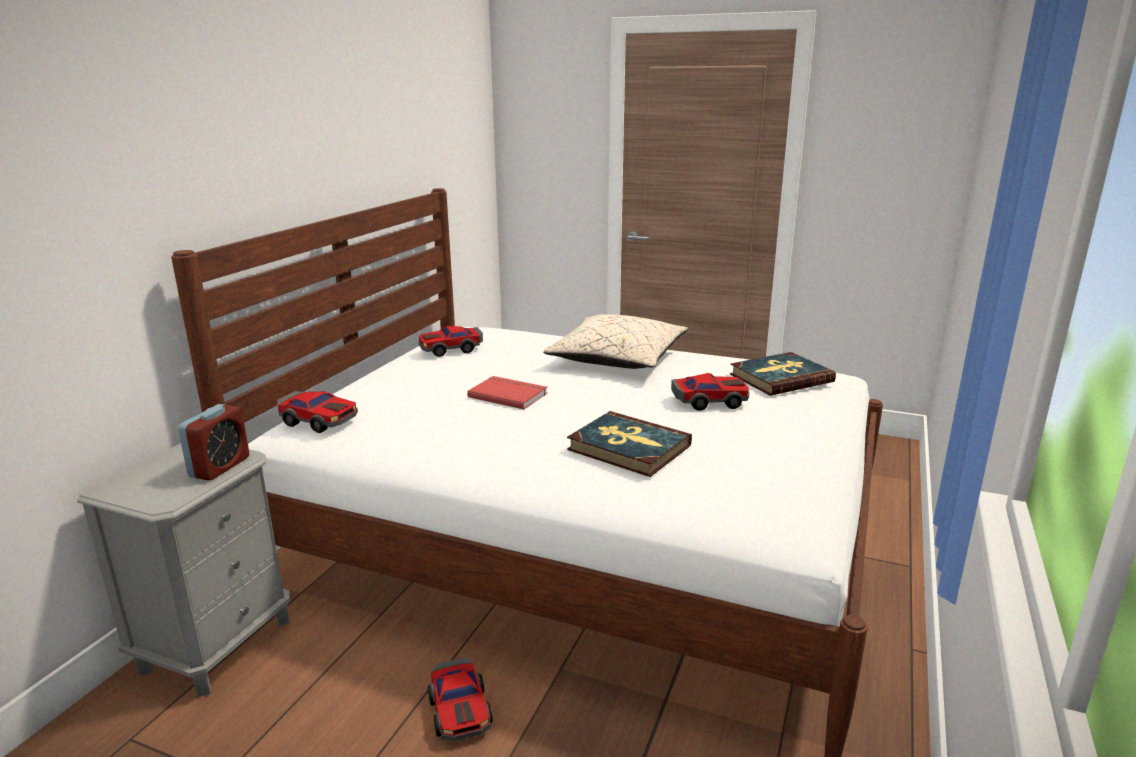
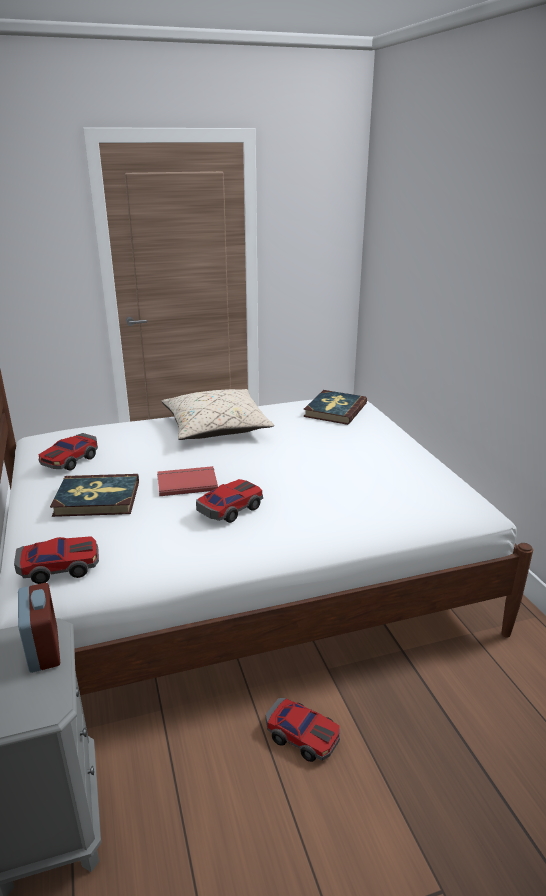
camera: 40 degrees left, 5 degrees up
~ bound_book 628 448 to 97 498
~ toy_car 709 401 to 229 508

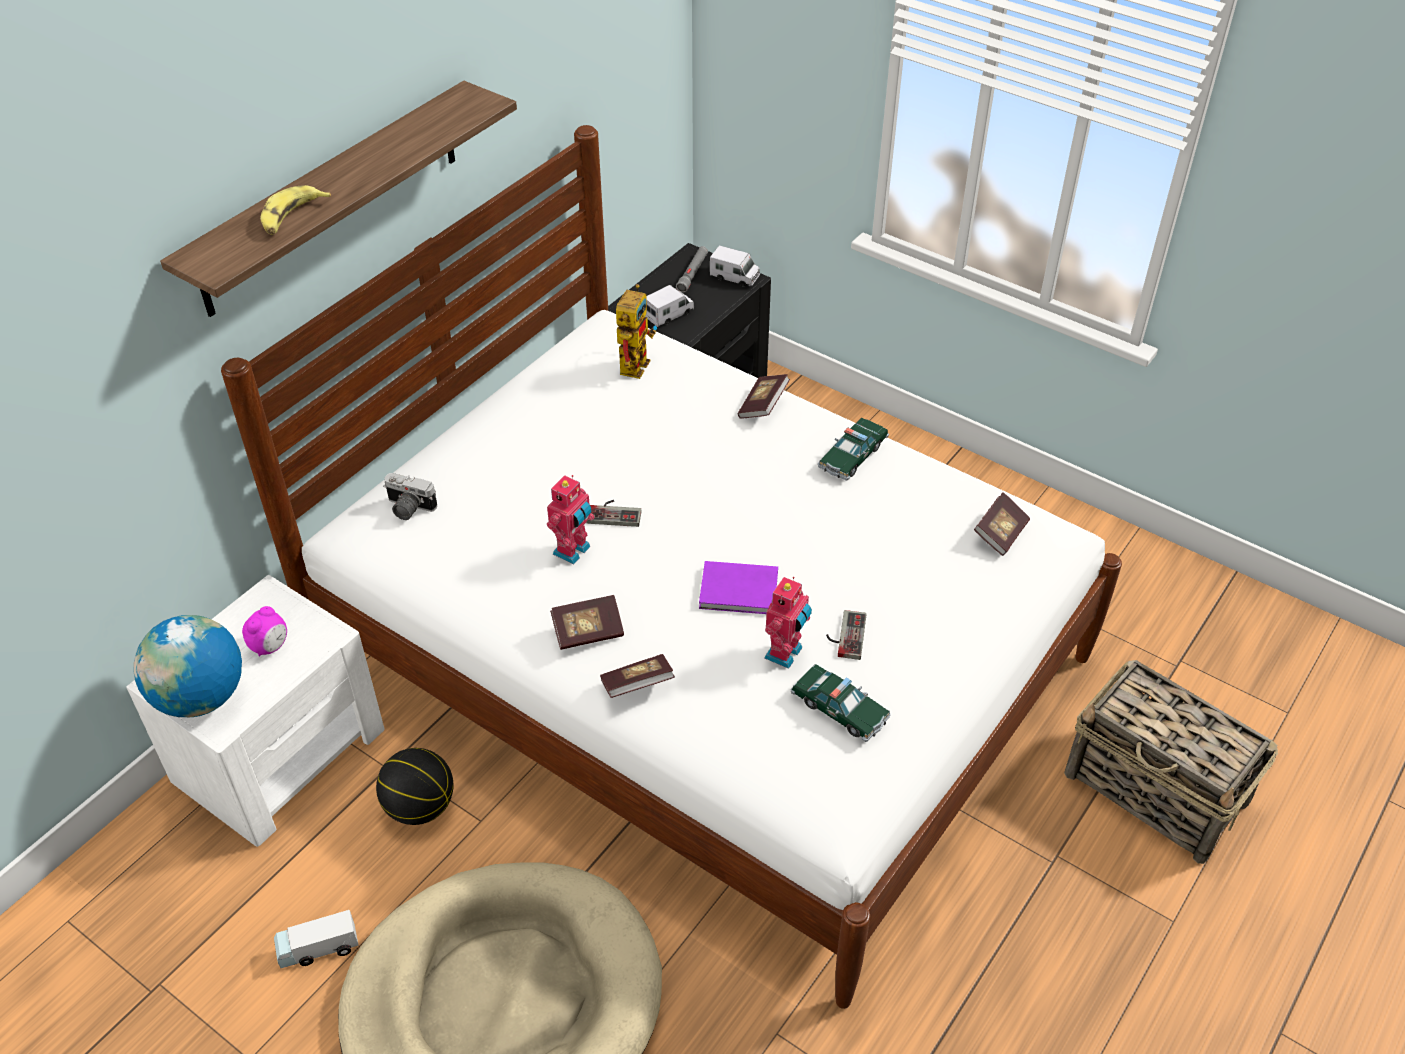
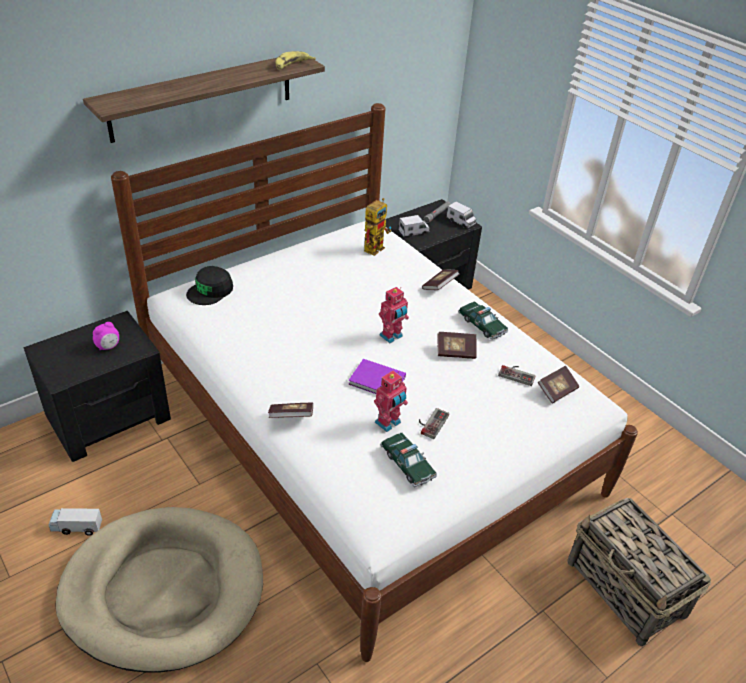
camera: 15 degrees right, 5 degrees down
- globe 200 697
- basketball_ball 420 806
~ banana 292 217 to 292 65
~ robot_figure 573 551 to 392 336
~ bound_book 588 632 to 455 352
~ gamepad 614 513 to 517 374
~ photo_camera 408 508 to blackish_baseball_cap 210 291
~ white_bedside_table 280 754 to blackish_bedside_table 109 416
~ toy_car 853 456 = 482 325 90 degrees counterclockwise

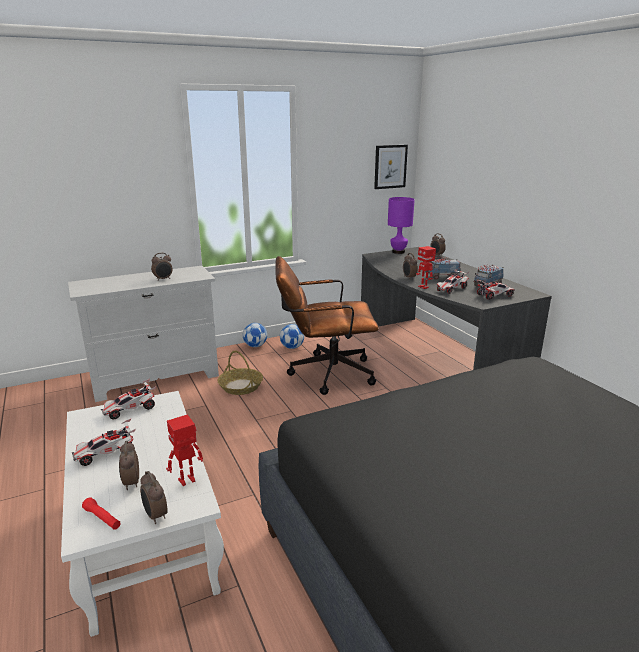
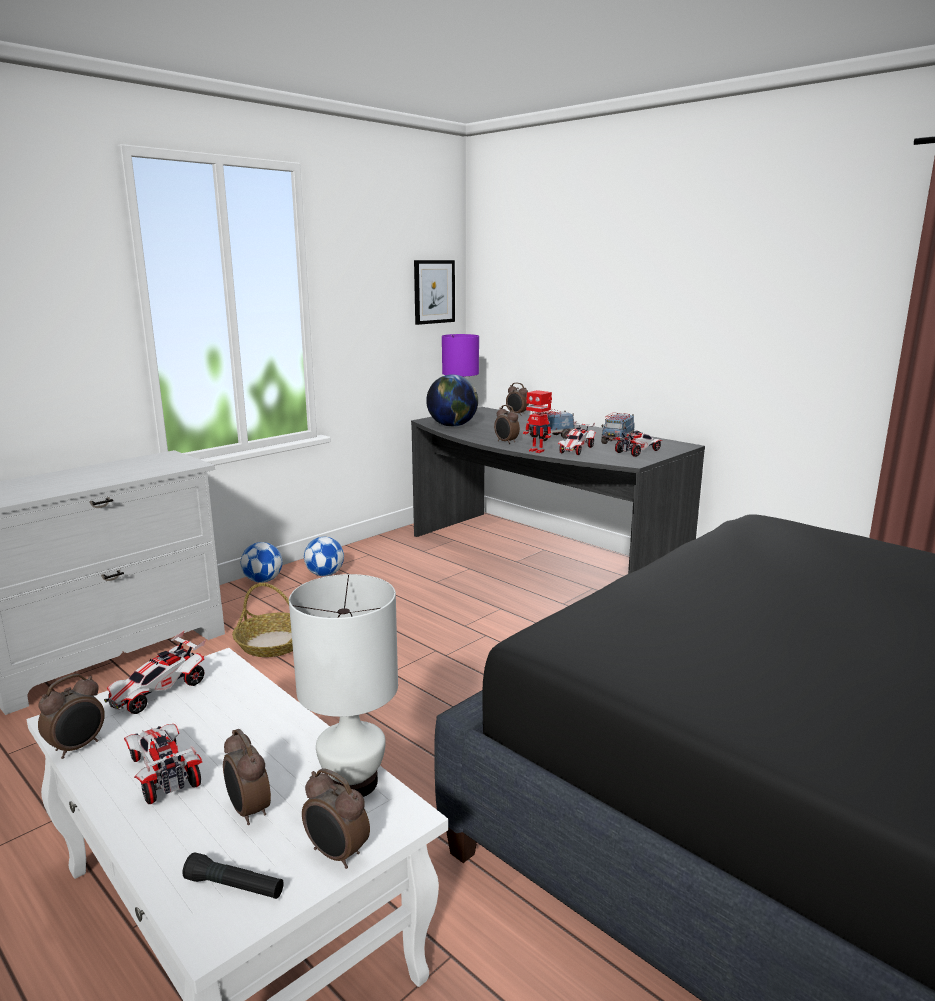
camera: 20 degrees left, 5 degrees down
- brown_office_chair 324 373
+ globe 452 426
~ table_clock 163 279 to 78 747
~ robot_figure 187 481 to white_lamp_for_a_table 353 783
~ red_hand_torch 102 518 to blackish_hand_torch 234 887
~ toy_car 106 454 = 163 773 105 degrees clockwise

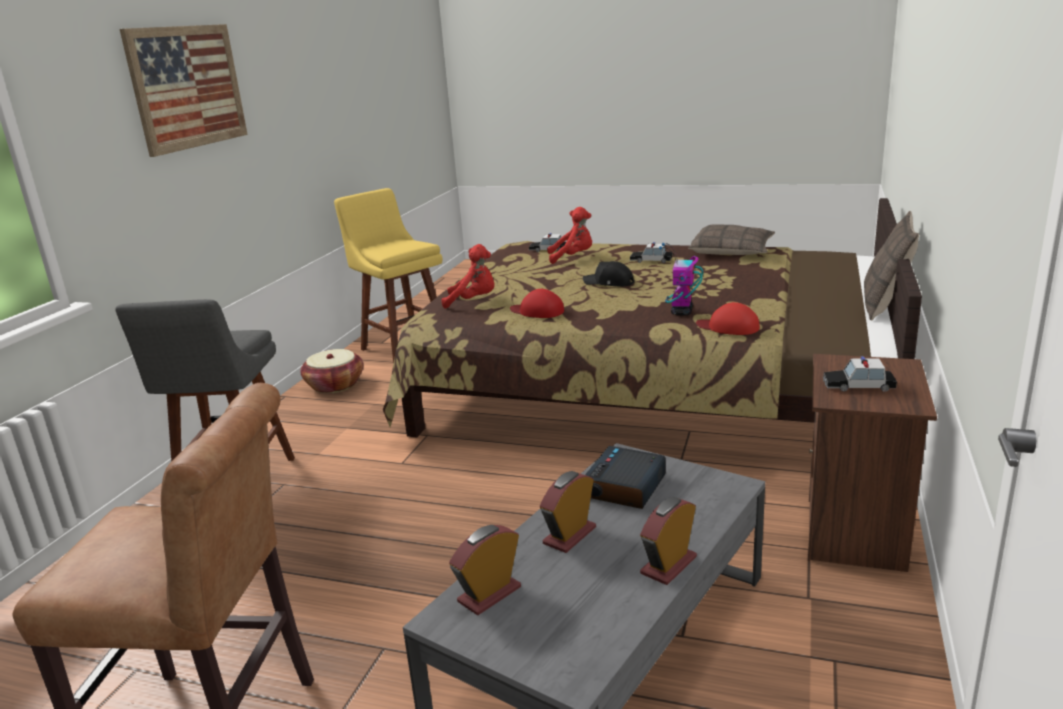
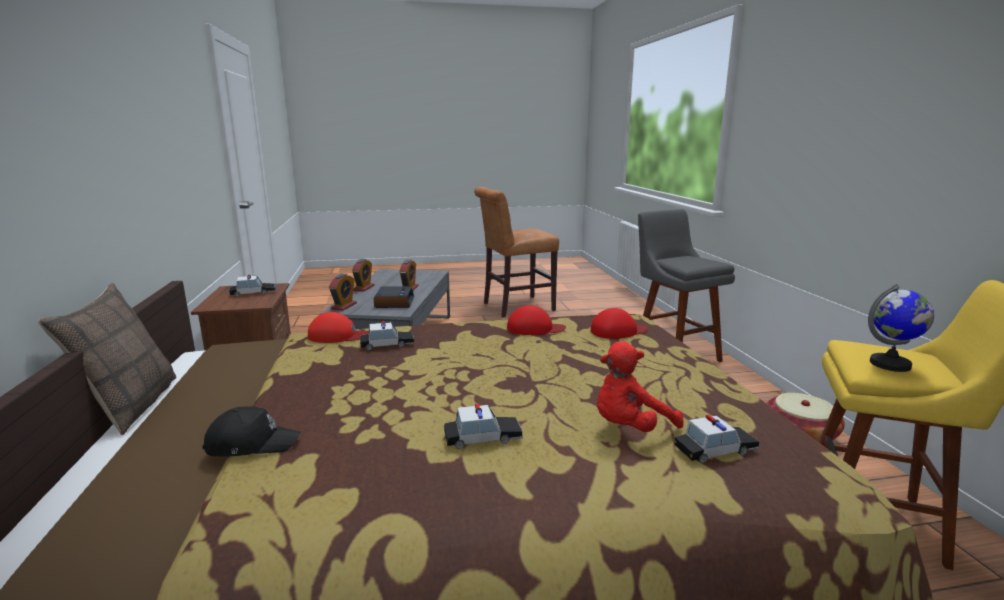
camera: 150 degrees right, 5 degrees down
- picture 188 87
- pillow 732 251
+ globe 890 364
~ table_clock 489 594 to 344 306
~ blackish_baseball_cap 609 283 to 252 444
~ red_cuddly_toy 473 301 to red_baseball_cap 618 331
~ robot_figure 682 312 to toy_car 387 344

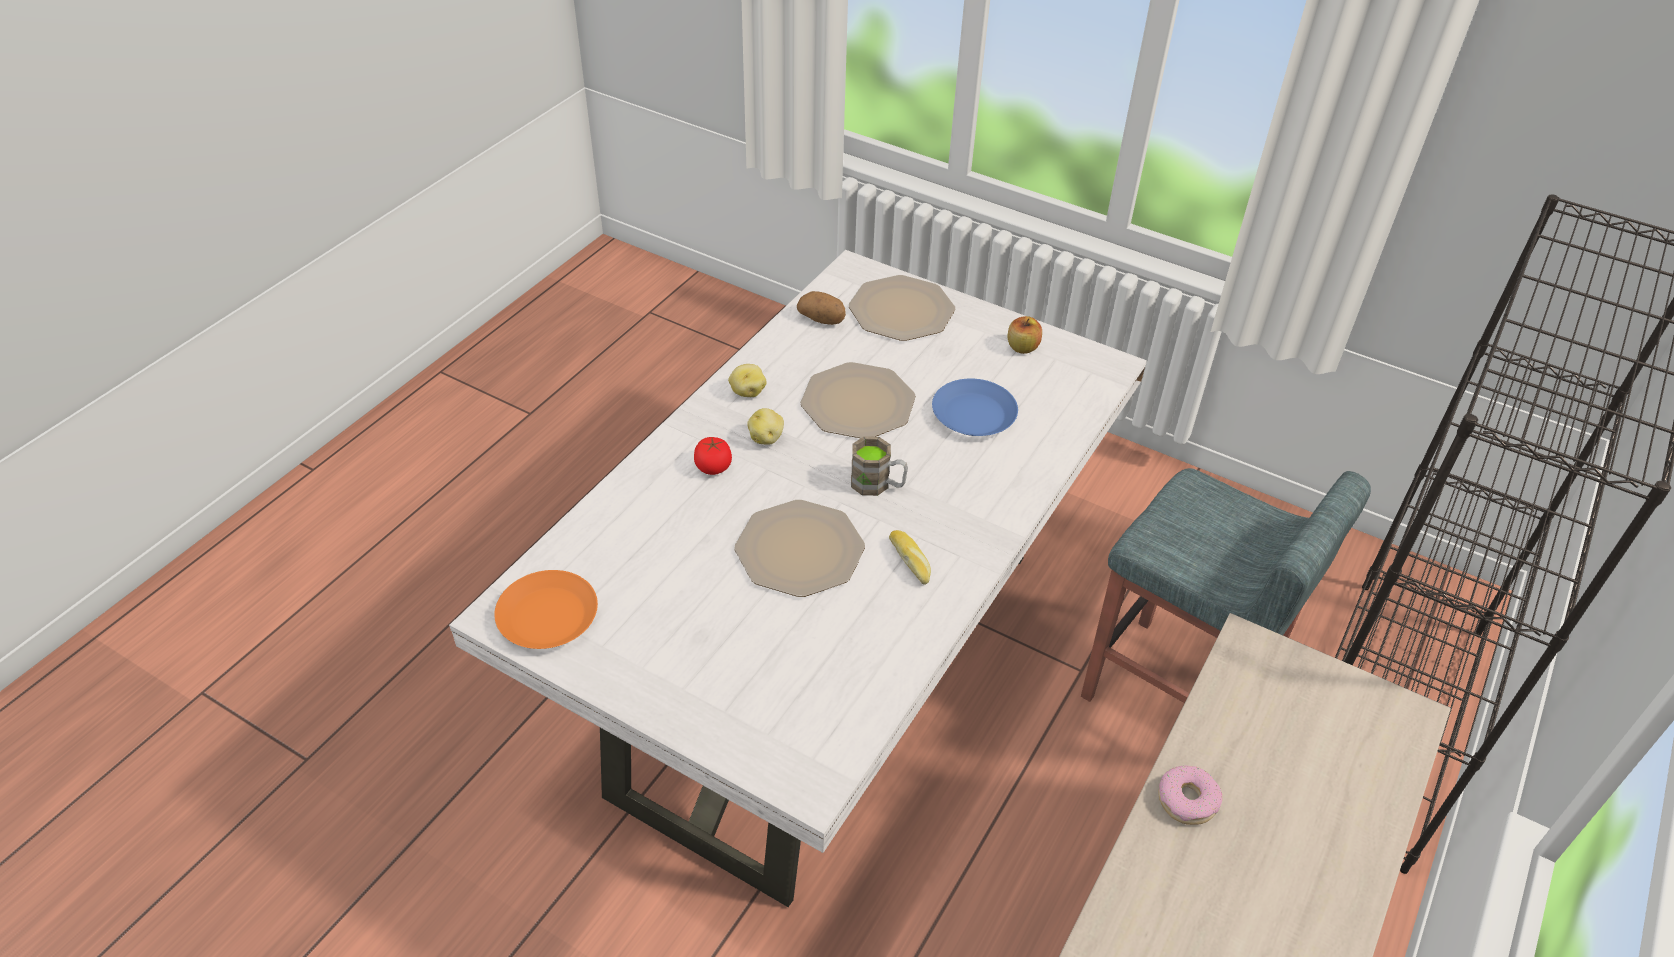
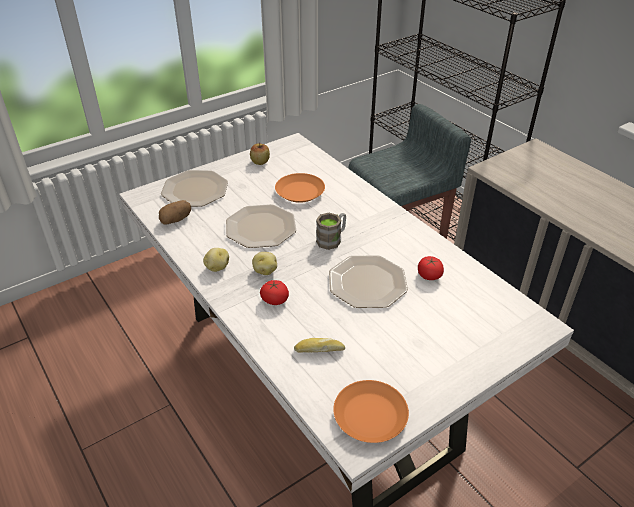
camera: 65 degrees left, 5 degrees down
- donut 1187 800
+ fresh_tomato 429 275
~ baked_bread 911 561 to 319 349
~ blue-coloured_flat_dish 973 414 to orange-coloured_flat_dish 299 192

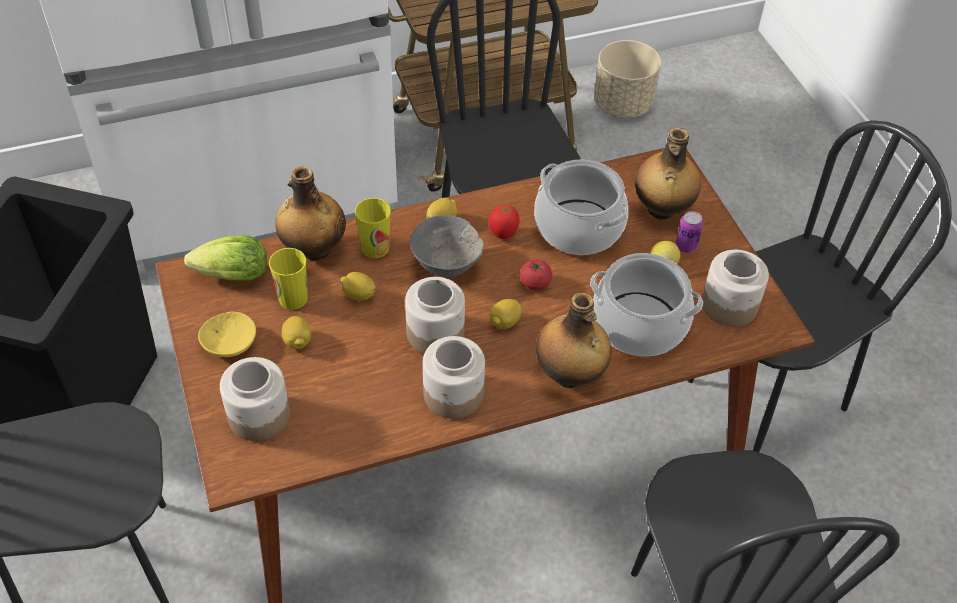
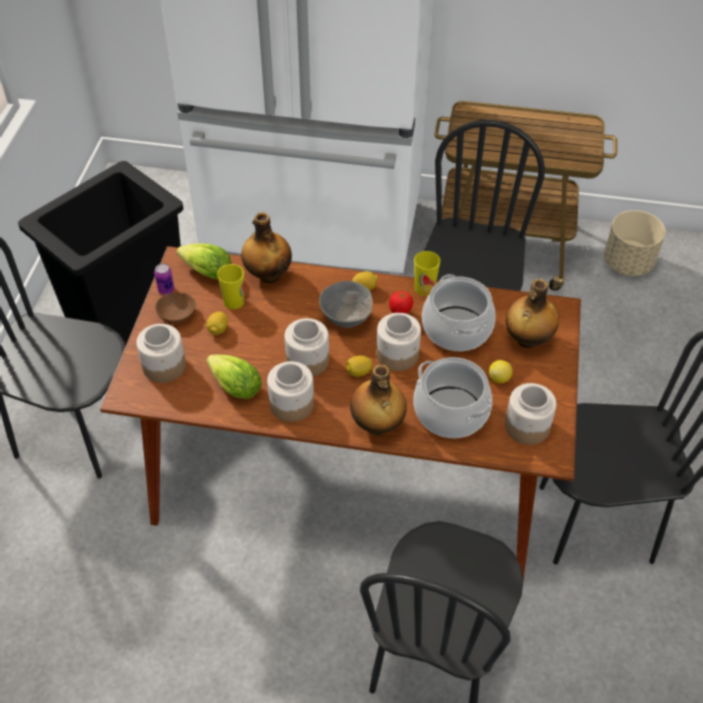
camera: 30 degrees right, 0 degrees up
- whole_lemon 359 295
+ head_of_lettuce 233 385
~ cup 375 248 to 424 288
~ metal_can 686 246 to 166 290
~ fresh_tomato 535 283 to preserve_jar 398 355
~ yellow-coloured_bowl 229 345 to brown_bowl 176 315

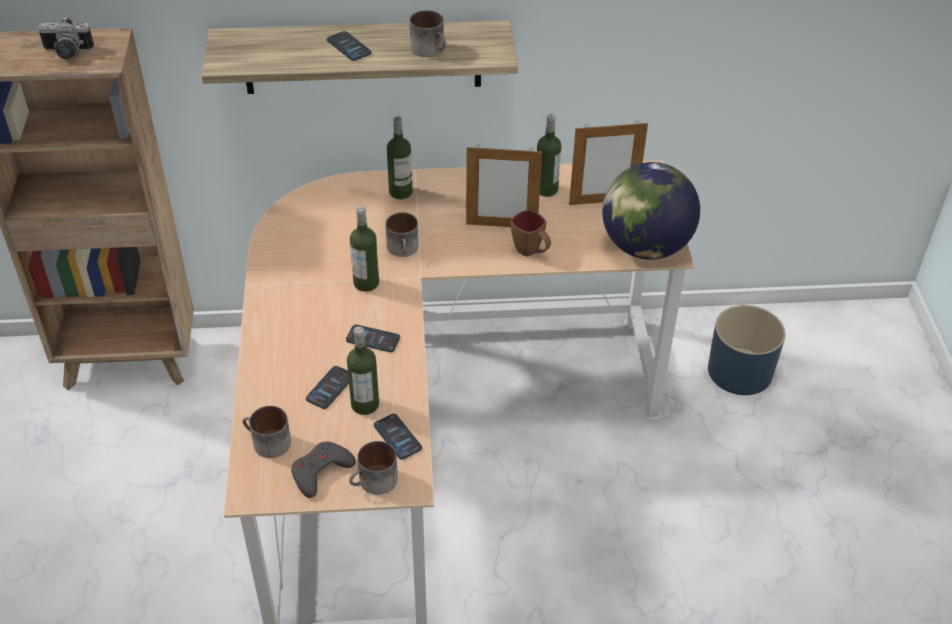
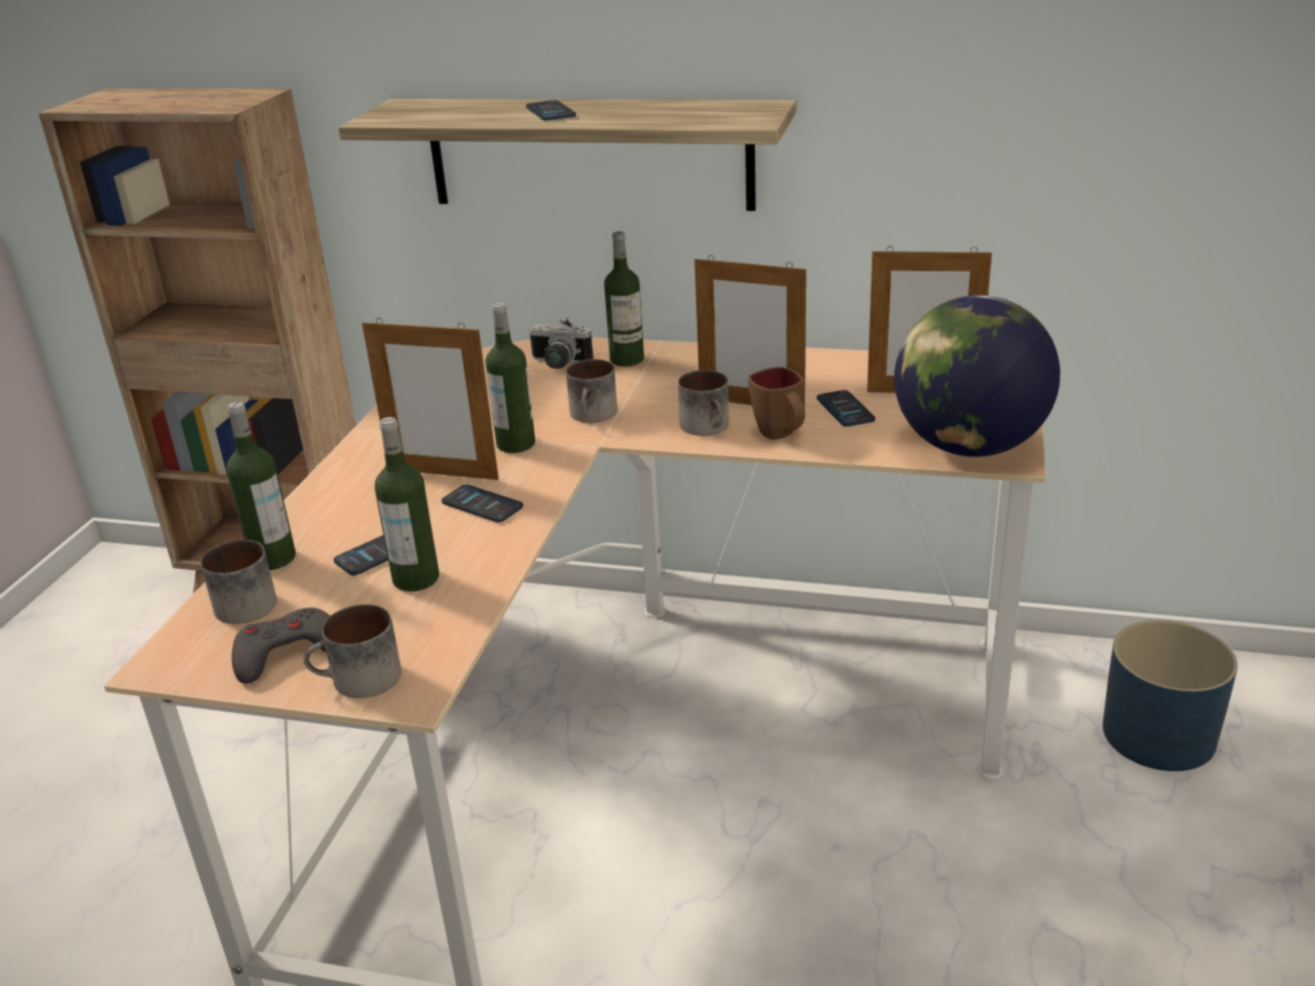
camera: 20 degrees right, 15 degrees down
+ photo_frame 443 474
~ photo_camera 67 53 to 558 364
~ handset 397 437 to 845 410
~ mug 431 49 to 709 427
~ bottle 546 189 to 273 558

